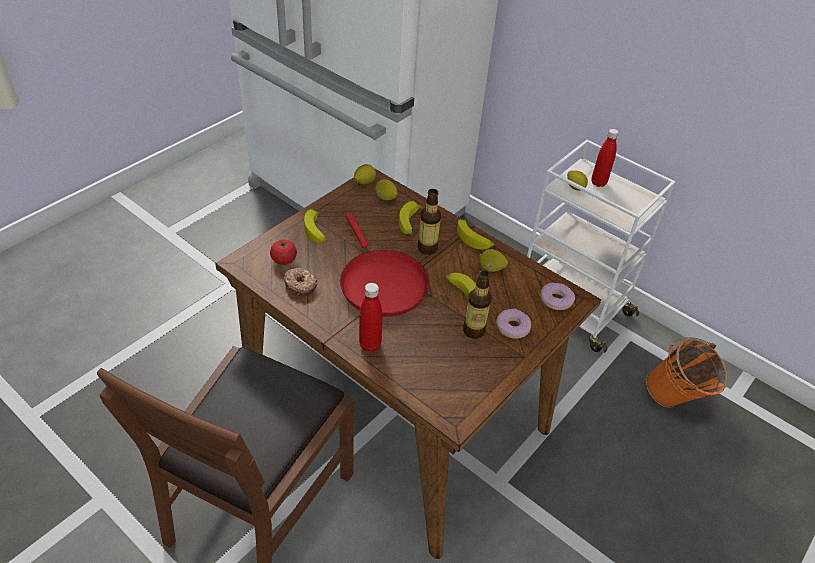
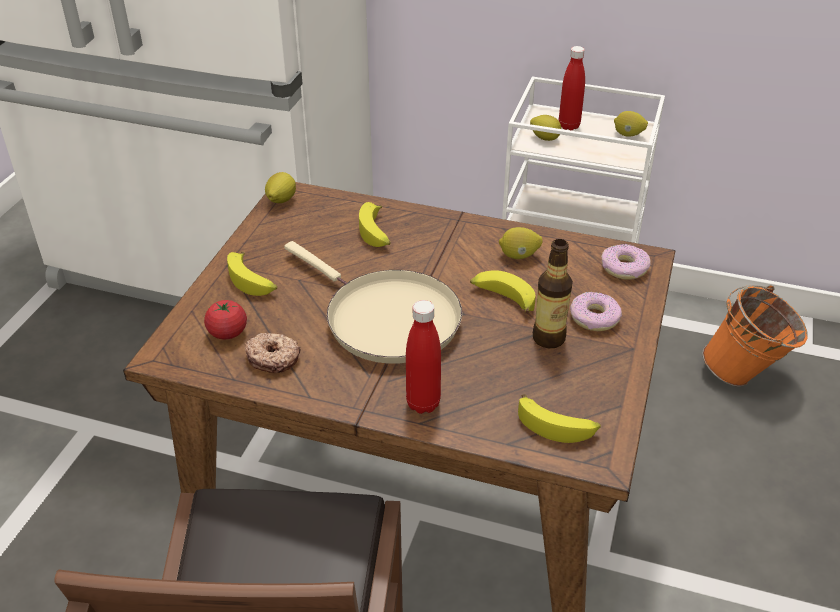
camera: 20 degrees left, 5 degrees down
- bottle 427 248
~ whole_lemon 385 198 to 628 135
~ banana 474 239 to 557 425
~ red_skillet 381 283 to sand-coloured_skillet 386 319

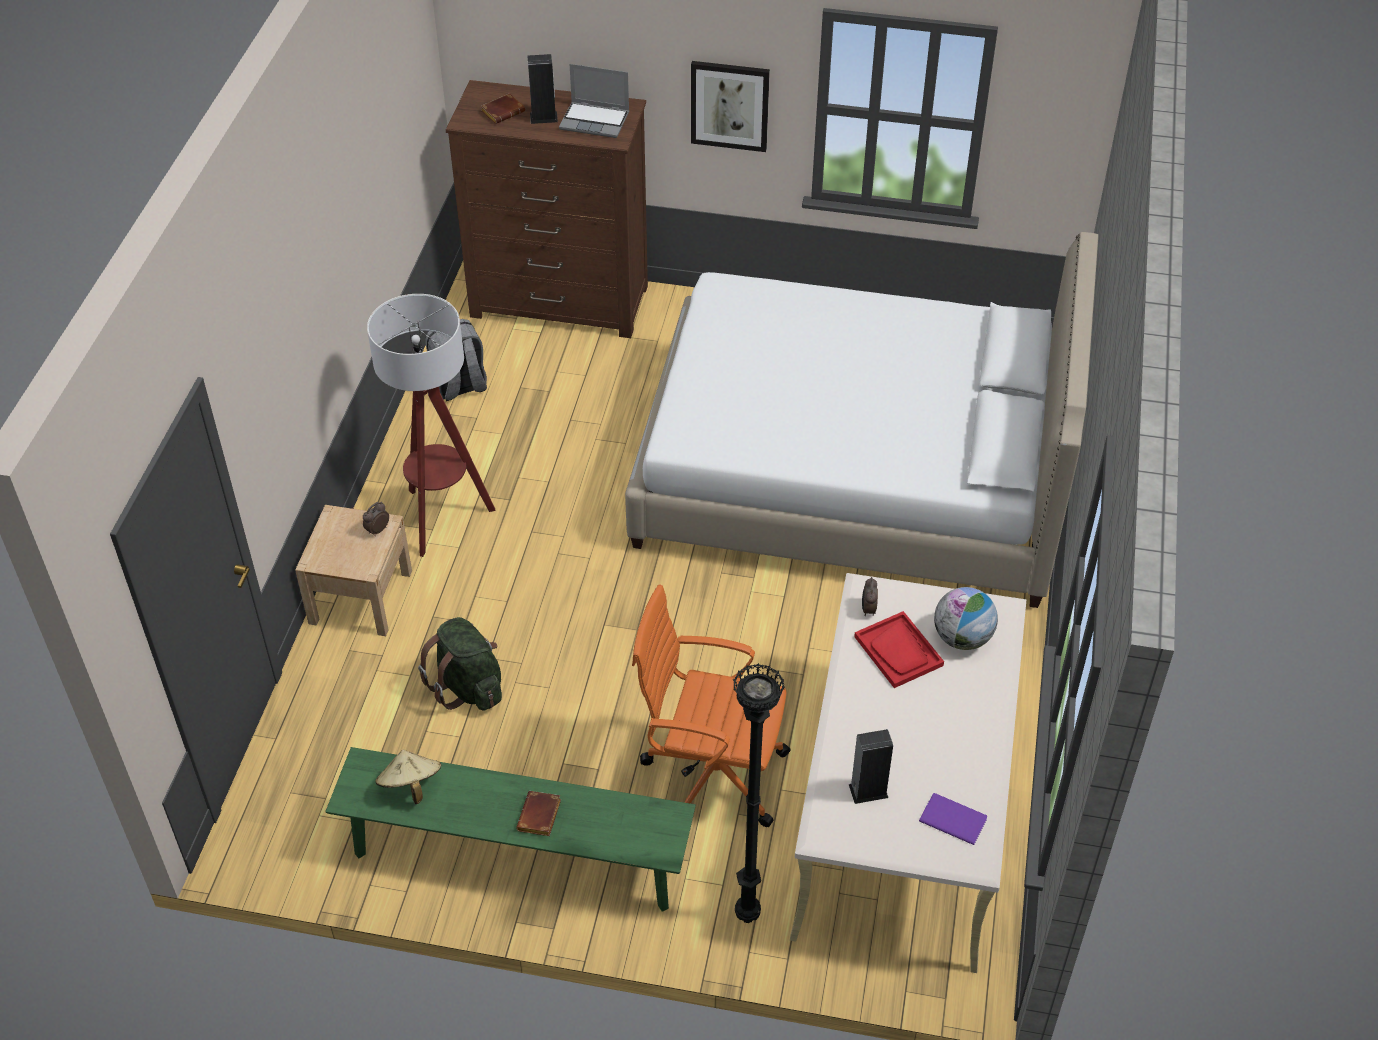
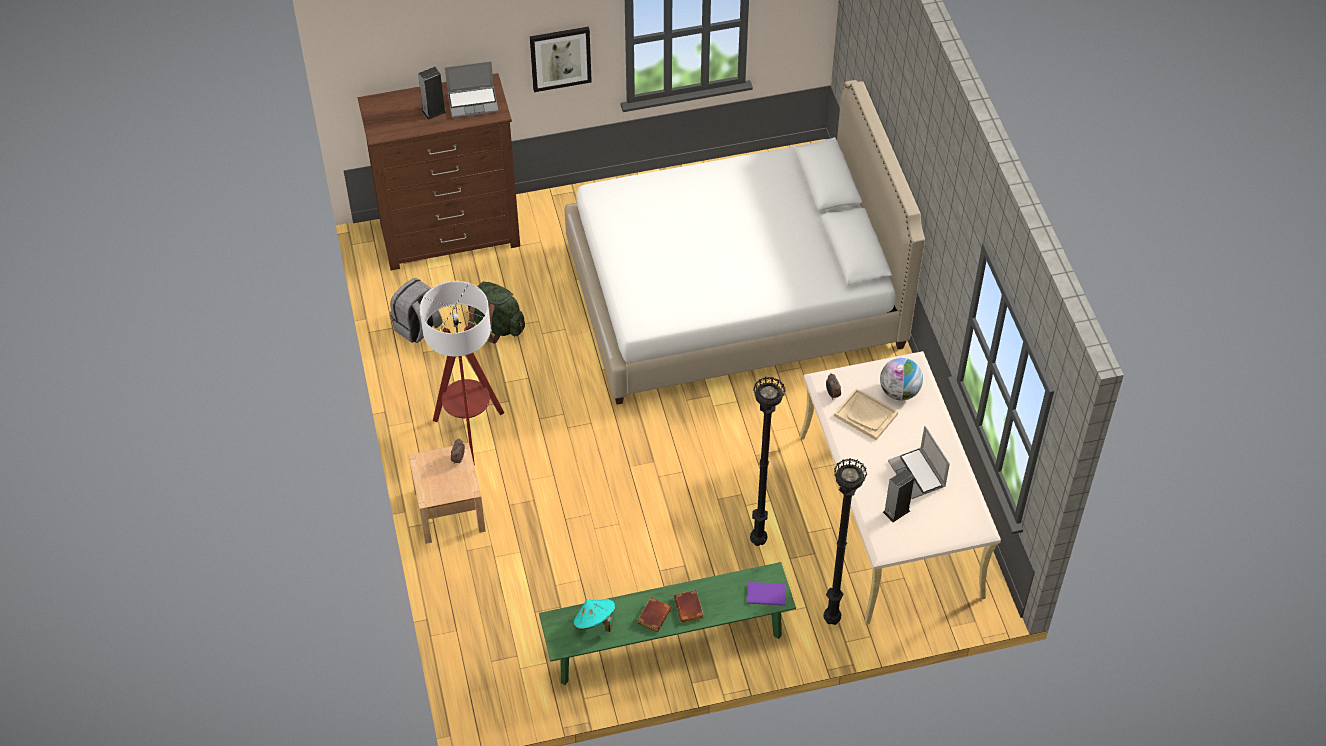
camera: 25 degrees left, 5 degrees up
+ laptop 918 474
~ green-coloured_backpack 468 687 to 496 327
~ brown_bound_book 503 111 to 653 615
~ purple_bound_book 952 818 to 765 593
~ orange-coloured_office_chair 710 774 to blackish_standing_lamp 758 540
~ sand-coloured_hat 410 786 to turquoise_hat 594 622
~ red_tray 898 651 to sand-coloured_tray 866 415

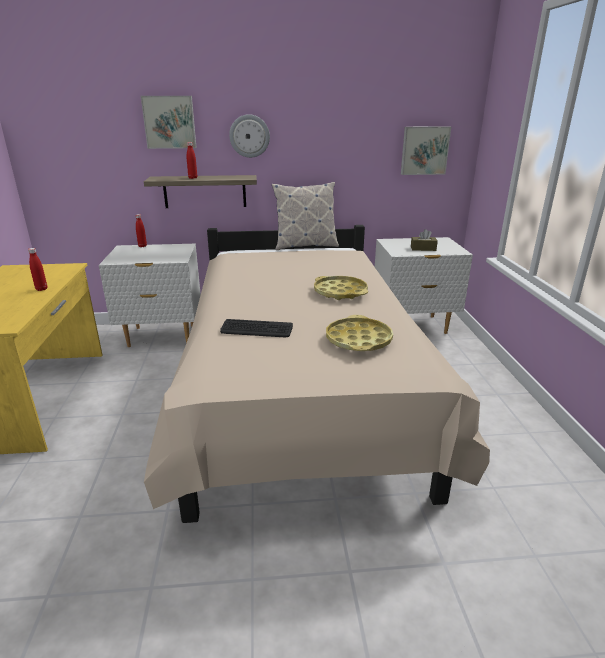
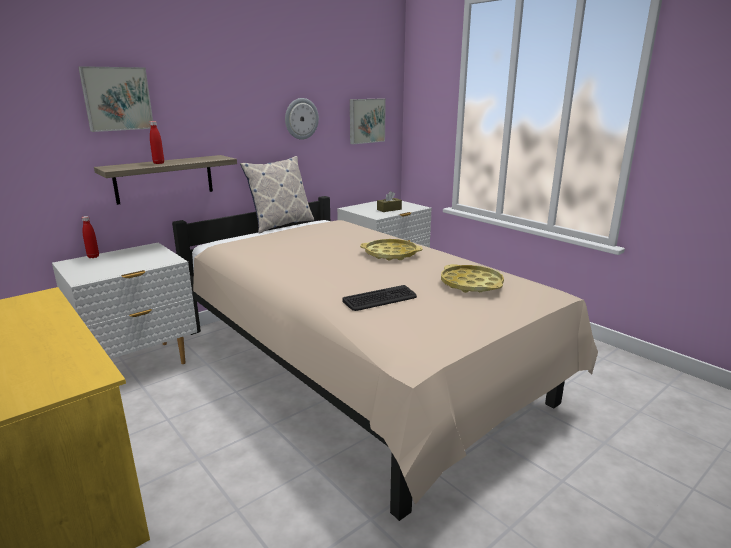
camera: 35 degrees left, 5 degrees down
- red_bottle 41 289
~ hanging_clock 249 136 to 301 118

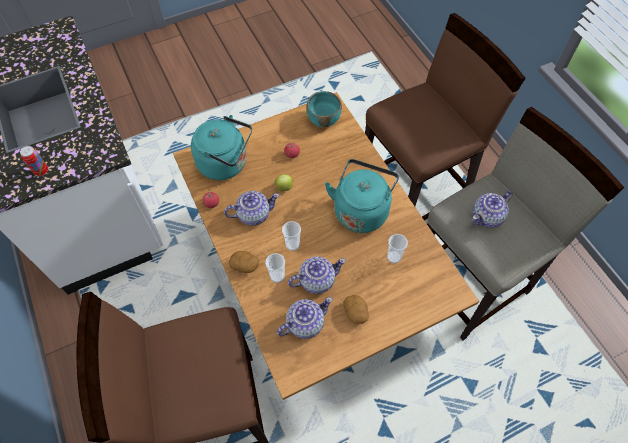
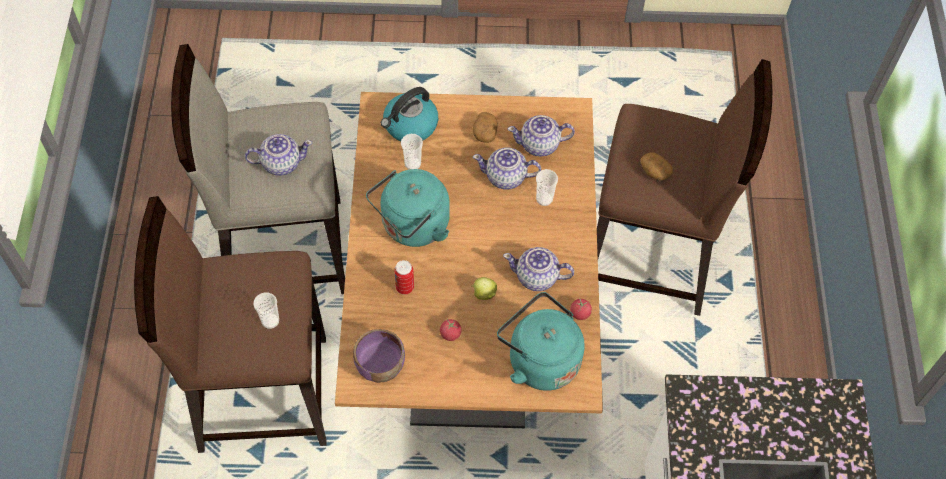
camera: 155 degrees left, 0 degrees up
+ water_kettle 410 126
~ metal_can 41 171 to 405 287
~ potato 245 265 to 654 171
~ cup 292 245 to 270 321
~ turquoise_bowl 324 119 to purple_bowl 379 366

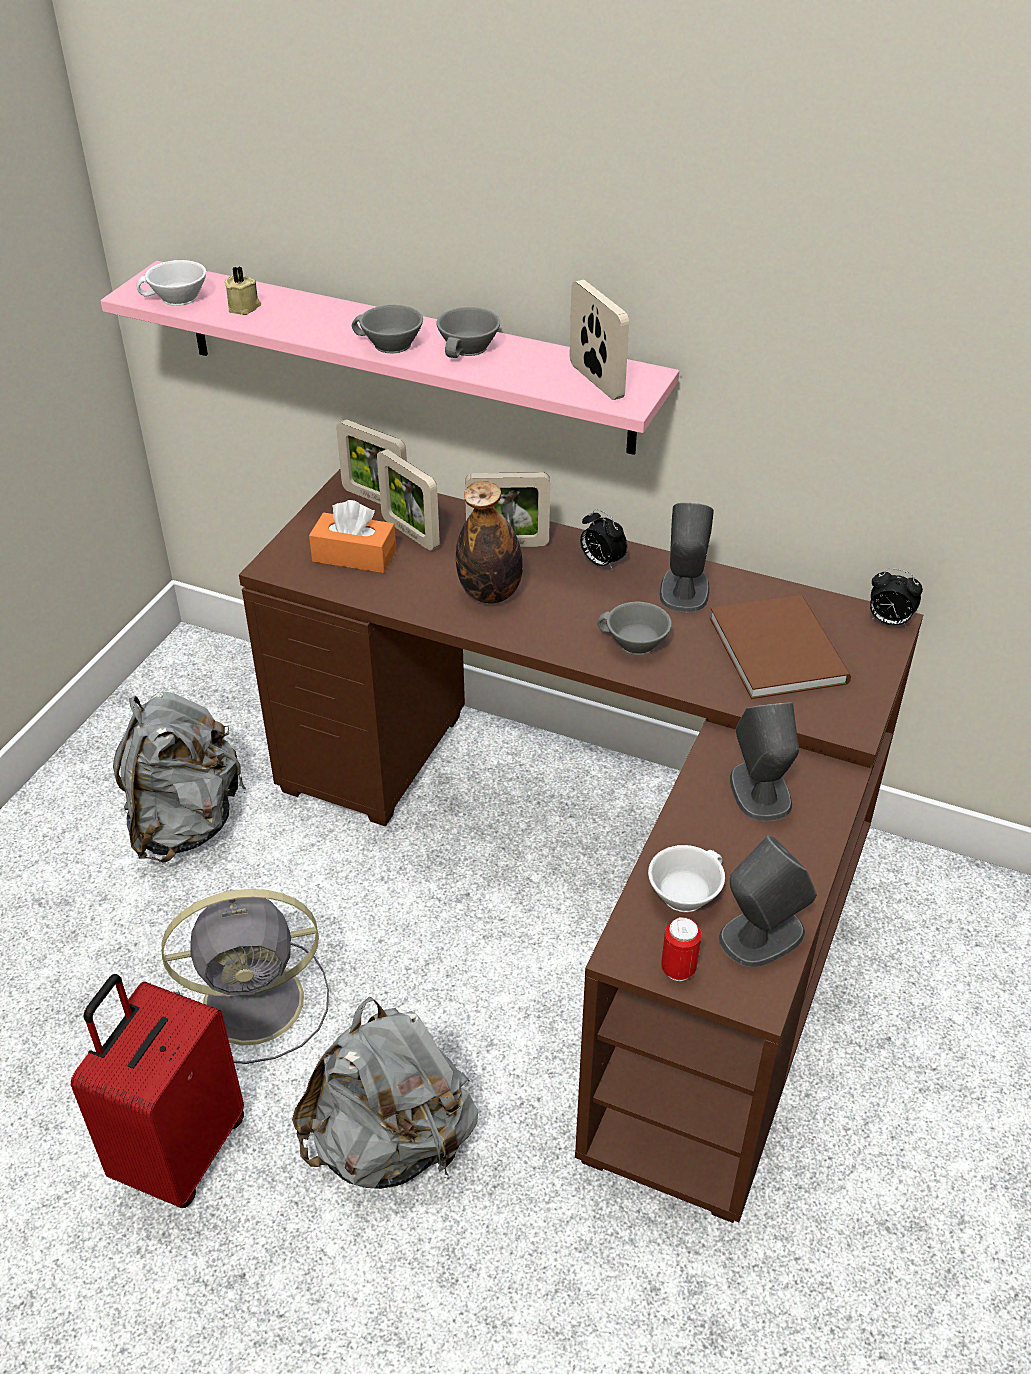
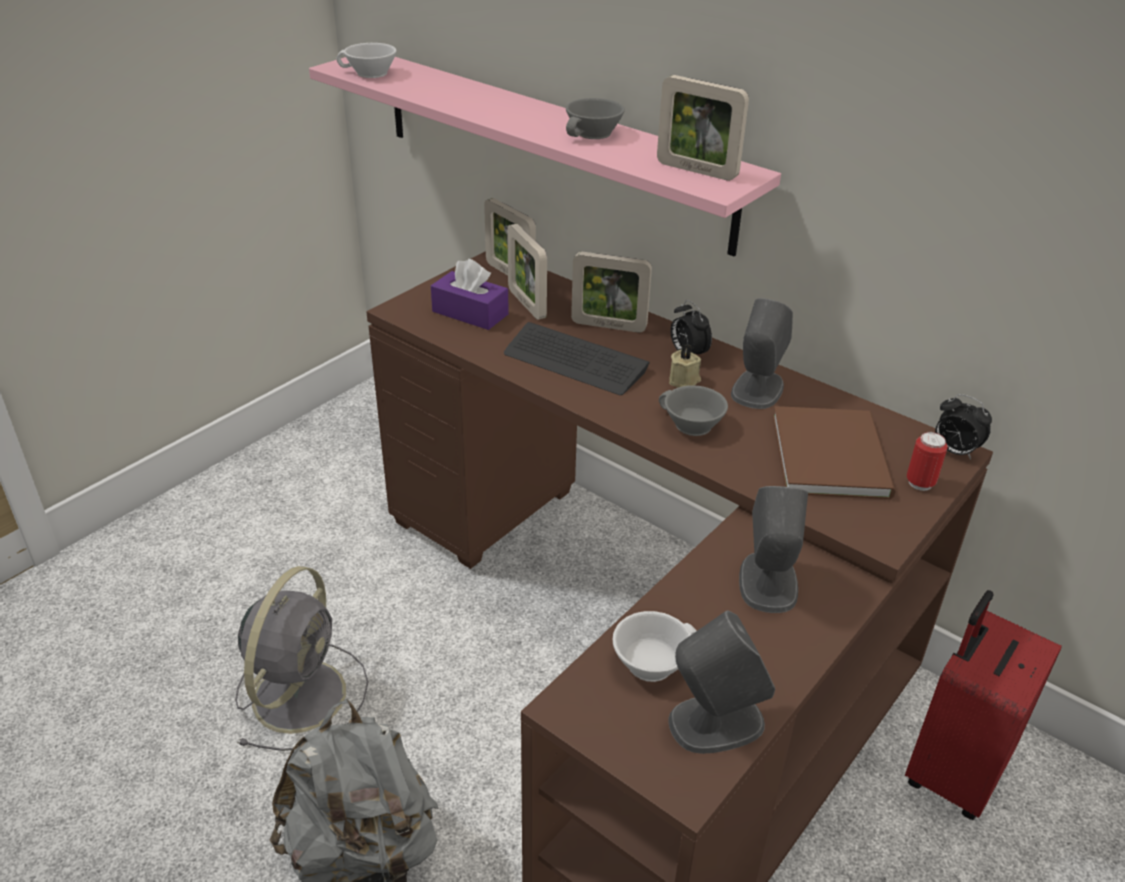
camera: 15 degrees right, 5 degrees down
- gray_backpack 185 822
- gray_cup 389 345
~ red_suitcase 179 1151 to 952 771
~ sand-coloured_candle 244 307 to 684 381
~ metal_can 678 969 to 920 483
~ bottle 490 593 to PC_keyboard 575 361
~ orange-coloured_box_of_tissues 354 556 to purple_box_of_tissues 470 313
~ gray_fan 258 1001 = 301 692 75 degrees counterclockwise
~ photo_frame 596 381 = 696 170 135 degrees clockwise

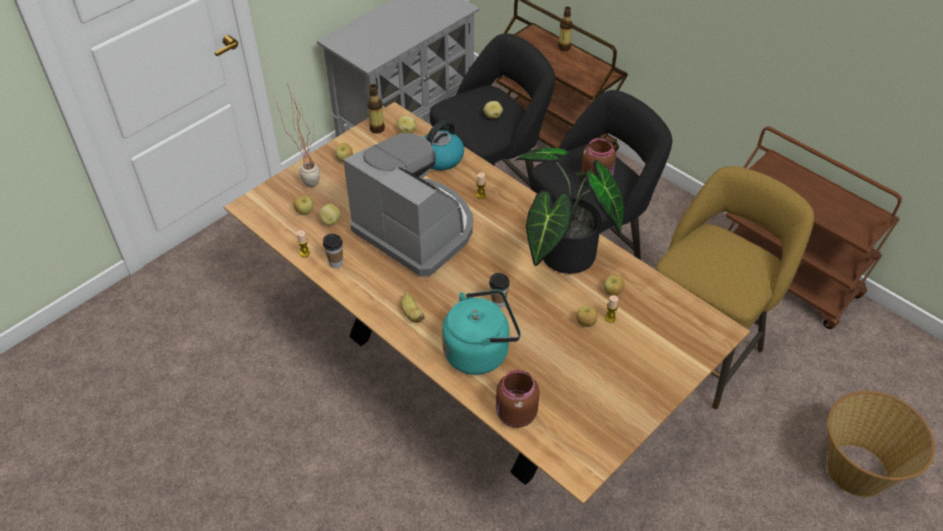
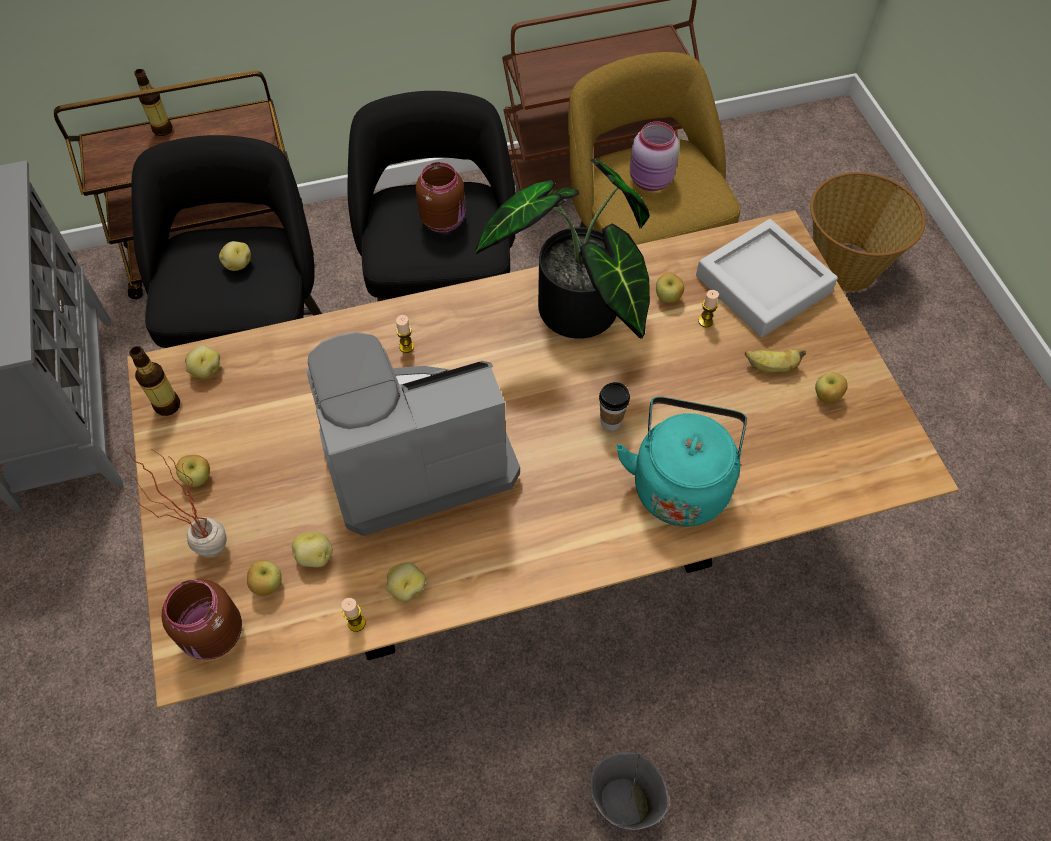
camera: 60 degrees left, 10 degrees up
- water_kettle 440 159
+ gray_water_bucket 624 803
+ pink-coloured_preserve_jar 651 181
+ gray_tray 763 284
~ banana 412 314 to 771 367
~ brown_preserve_jar 515 415 to 213 635
~ apple 585 323 to 826 397
~ cup 336 263 to potato 406 587

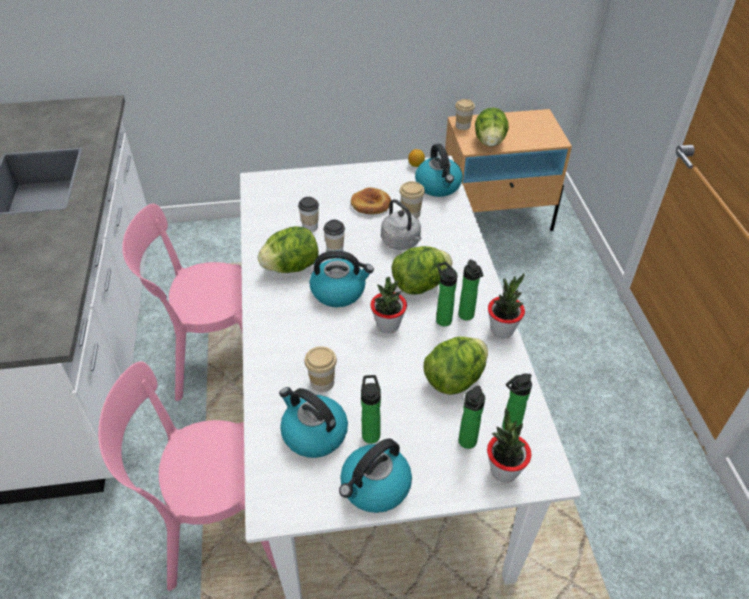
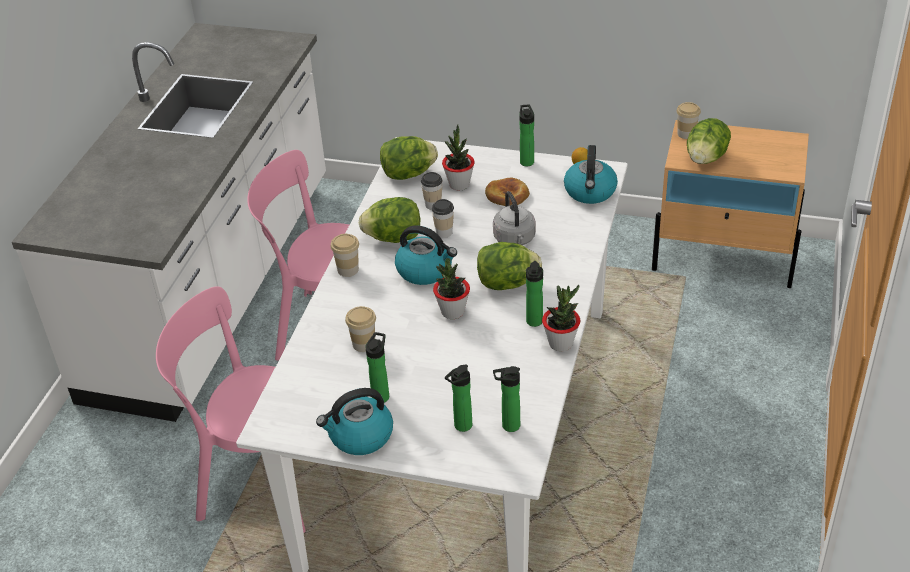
camera: 25 degrees right, 5 degrees down
- water_kettle 313 433
~ cup 411 213 to 348 270
~ head_of_lettuce 454 379 to 408 174
~ bottle 442 319 to 526 161
~ plant_in_a_pot 504 471 to 459 184

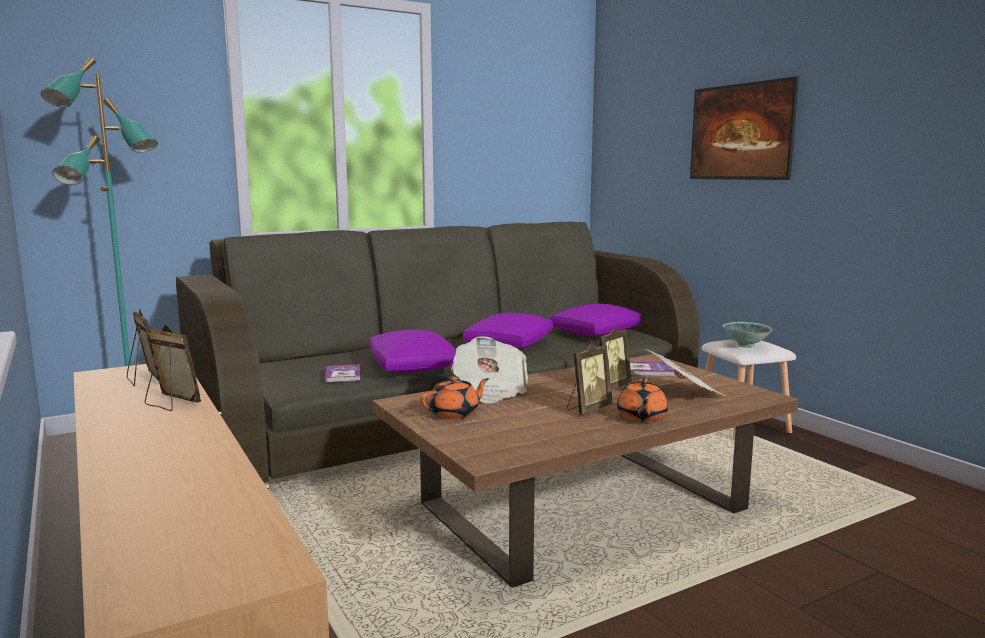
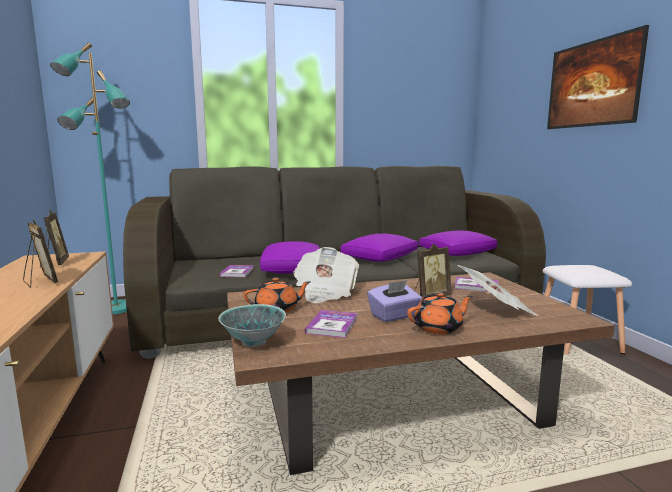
camera: 15 degrees right, 0 degrees up
+ bound_book 332 325
~ bowl 745 346 to 253 342
~ photo_frame 587 409 to purple_box_of_tissues 394 316
~ orange-coloured_teapot 641 417 = 439 328 135 degrees counterclockwise

